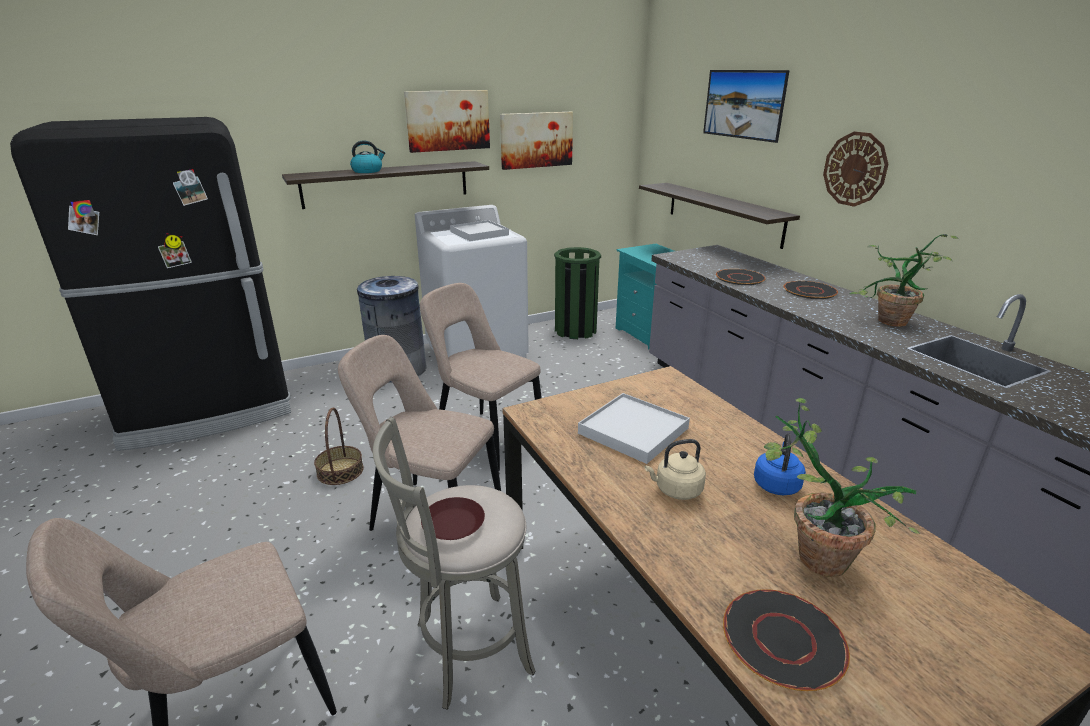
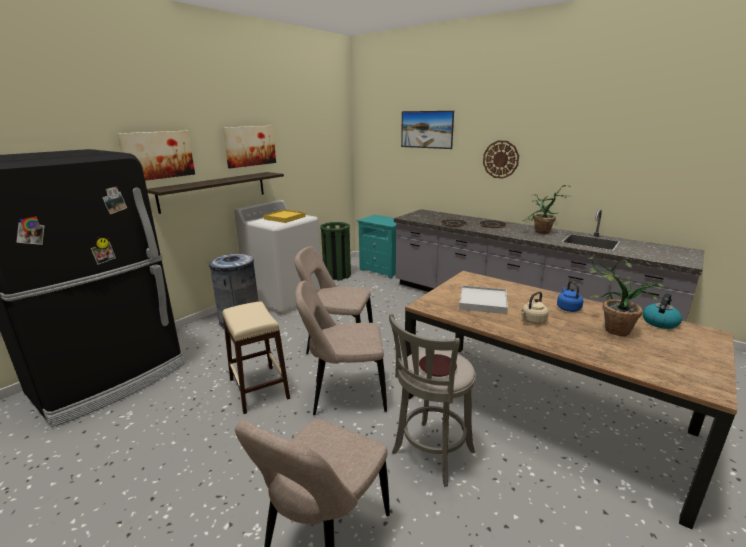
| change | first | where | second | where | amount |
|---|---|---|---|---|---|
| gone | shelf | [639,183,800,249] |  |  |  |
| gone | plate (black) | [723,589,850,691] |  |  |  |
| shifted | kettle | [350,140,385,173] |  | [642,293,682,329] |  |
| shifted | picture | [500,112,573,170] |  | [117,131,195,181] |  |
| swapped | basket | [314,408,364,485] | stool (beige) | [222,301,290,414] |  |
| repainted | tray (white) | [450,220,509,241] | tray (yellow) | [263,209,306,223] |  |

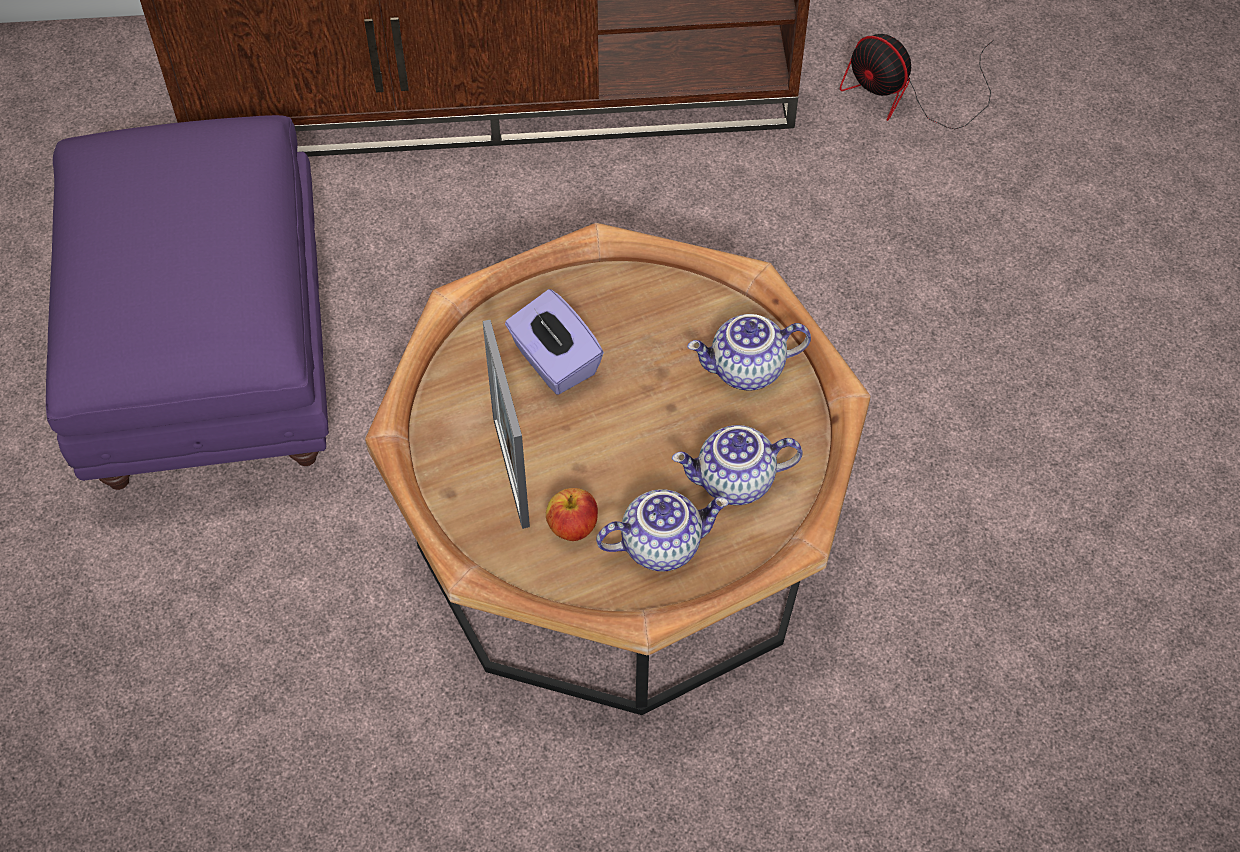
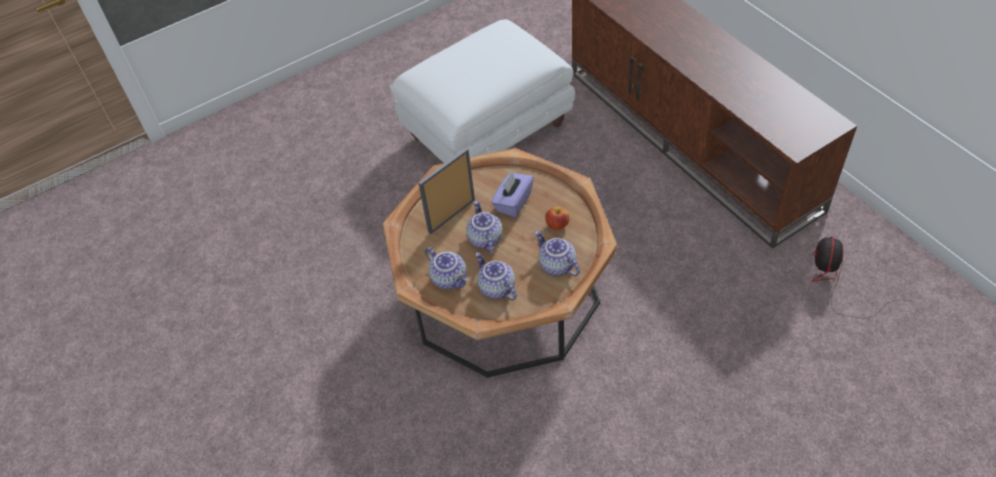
| change | first | where | second | where | amount |
|---|---|---|---|---|---|
| new |  |  | teapot | [466,201,503,254] |  |
| shifted | apple | [546,488,598,541] |  | [545,207,569,230] |  |
| repainted | ottoman (purple) | [46,115,329,490] | ottoman (white) | [390,19,575,163] |  |

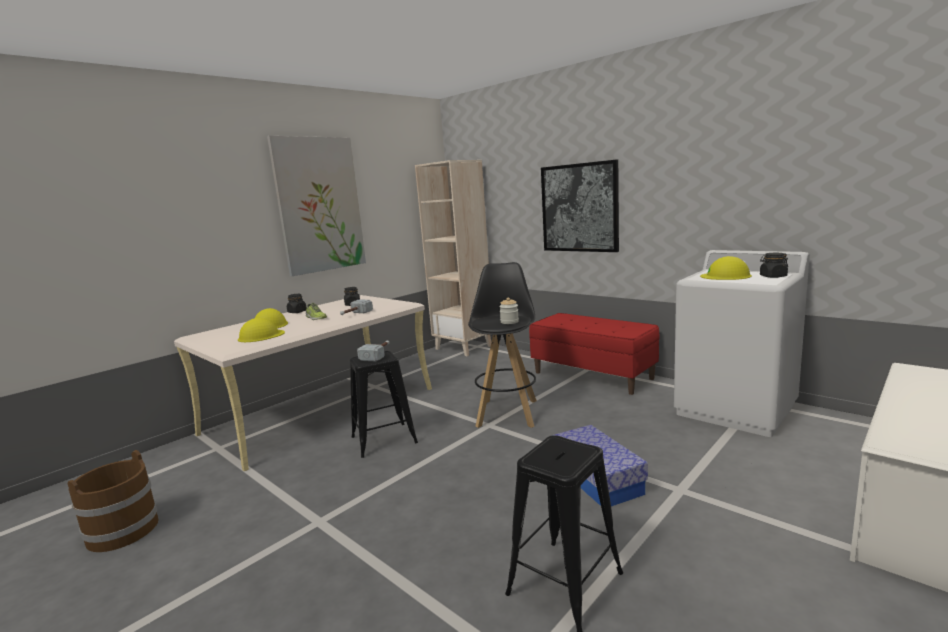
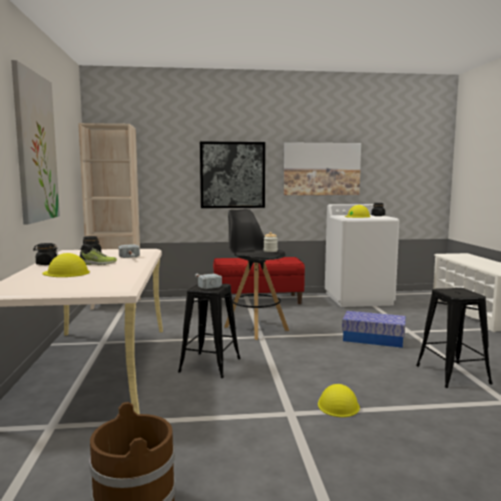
| change | first | where | second | where | amount |
|---|---|---|---|---|---|
| new |  |  | picture | [284,142,361,195] |  |
| shifted | hard hat (yellow) | [238,318,285,342] |  | [318,384,360,417] |  |

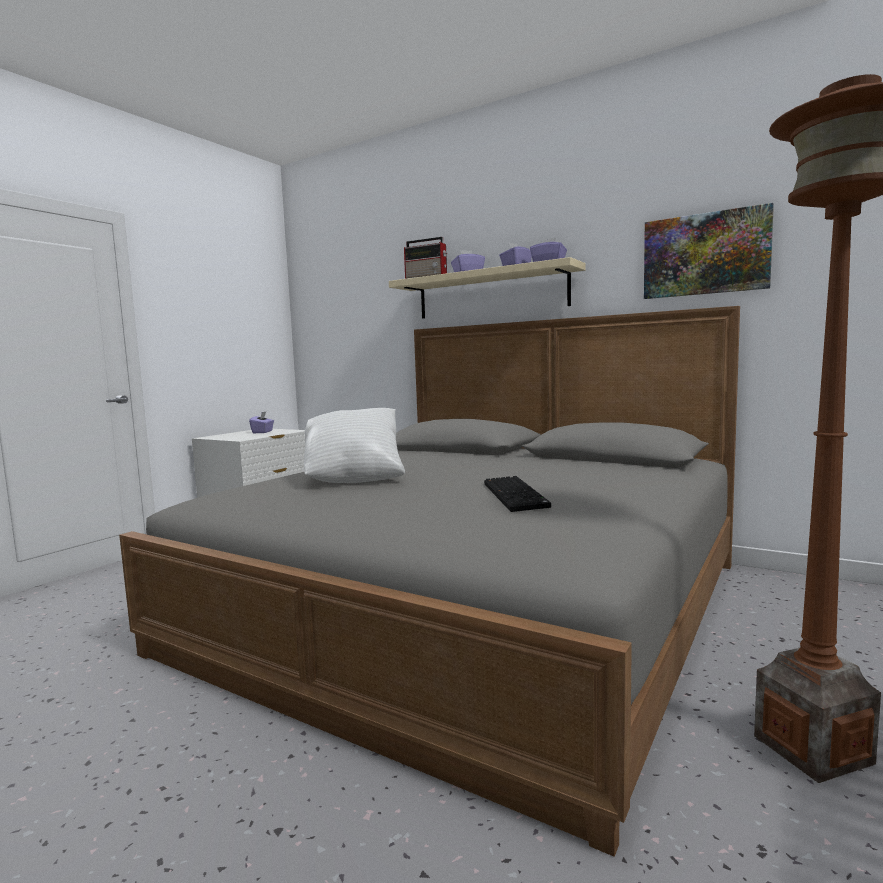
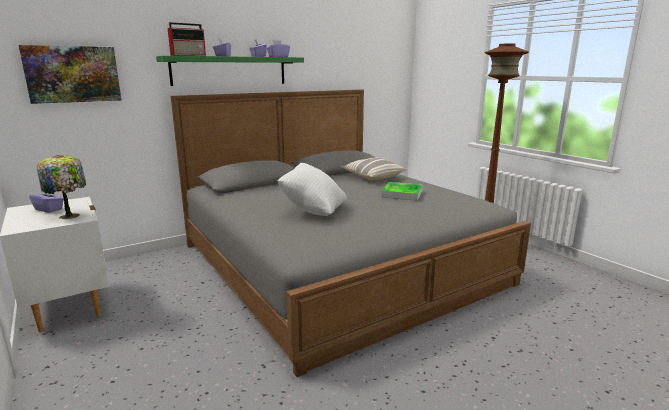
| change | first | where | second | where | amount |
|---|---|---|---|---|---|
| new |  |  | table lamp | [37,155,86,219] |  |
| new |  |  | pillow | [341,158,406,180] |  |
| shifted | picture | [644,203,774,299] |  | [19,45,122,104] |  |
| swapped | keyboard | [484,476,551,512] | tray | [382,182,423,201] |  |
| repainted | shelf (beige) | [389,257,586,319] | shelf (green) | [156,56,304,86] |  |

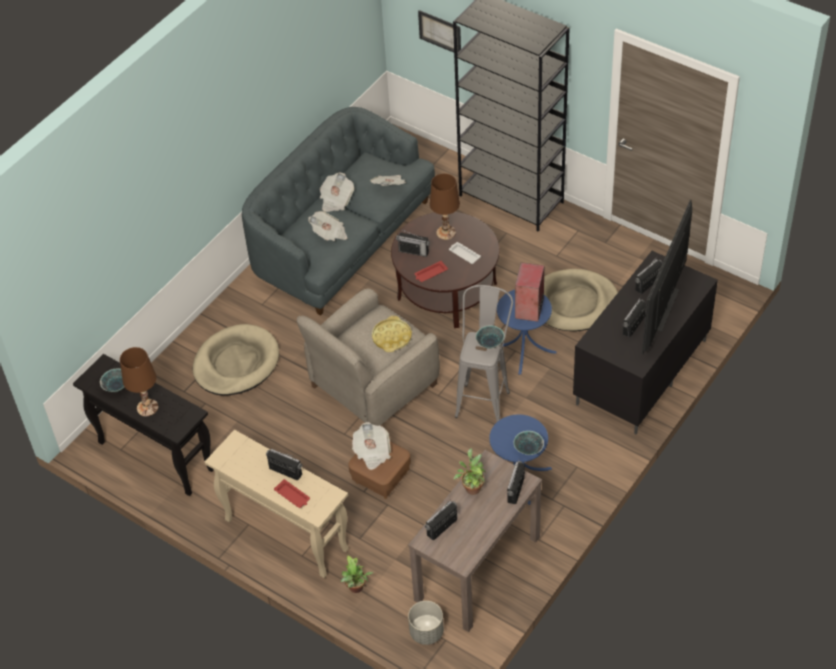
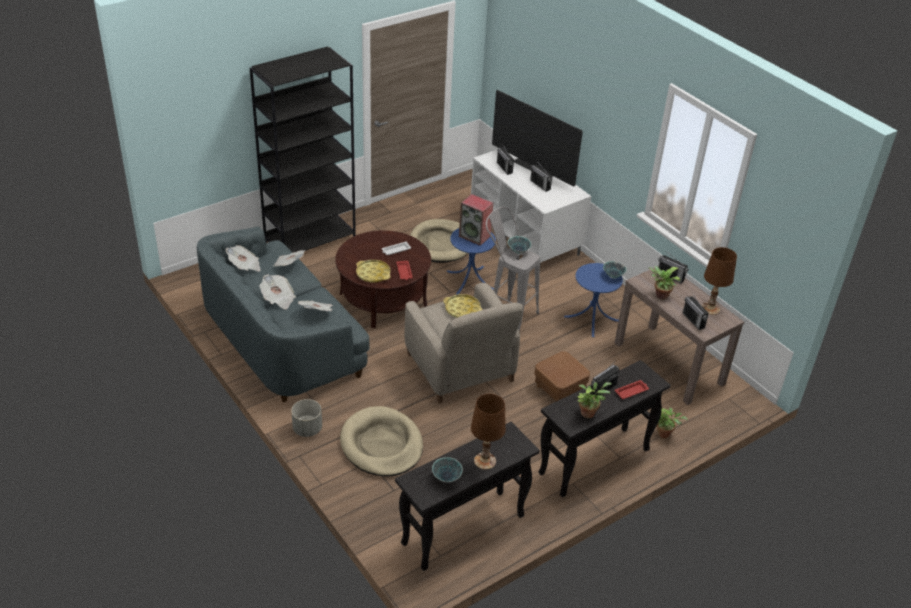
| change | first | where | second | where | amount |
|---|---|---|---|---|---|
| gone | picture | [418,10,461,53] |  |  |  |
| new |  |  | potted plant | [577,382,612,418] |  |
| shifted | newspaper | [352,422,391,470] |  | [226,245,261,271] |  |
| shifted | planter (grey) | [408,601,444,645] |  | [291,399,322,437] |  |
| shifted | table lamp (brown) | [430,174,460,240] |  | [702,247,737,315] |  |
| swapped | radio | [396,229,430,257] | tray (yellow) | [356,260,391,283] |  |
| repainted | console table (beige) | [205,430,349,578] | console table (black) | [538,360,671,497] |  |
| repainted | tv stand (black) | [573,251,718,434] | tv stand (white) | [471,150,591,264] |  |

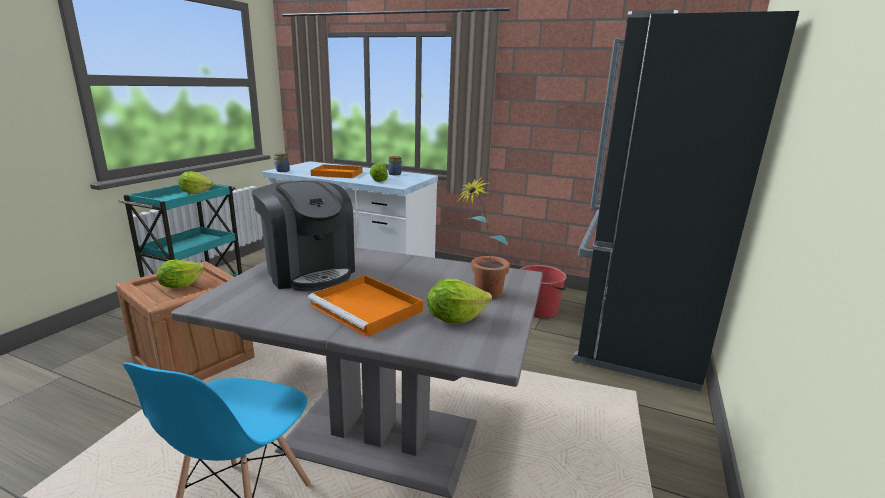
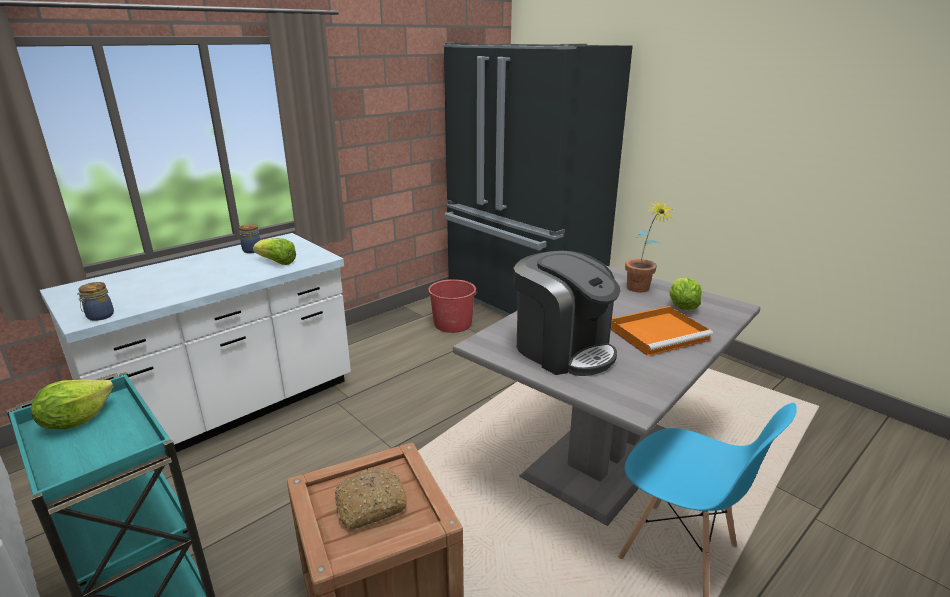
| change | first | where | second | where | amount |
|---|---|---|---|---|---|
| gone | tray (orange) | [311,164,363,178] |  |  |  |
| swapped | lettuce | [157,260,205,288] | bread | [335,466,407,530] |  |
| rotated | coffee machine | [252,180,355,291] |  | [513,251,620,376] | 60 degrees clockwise |

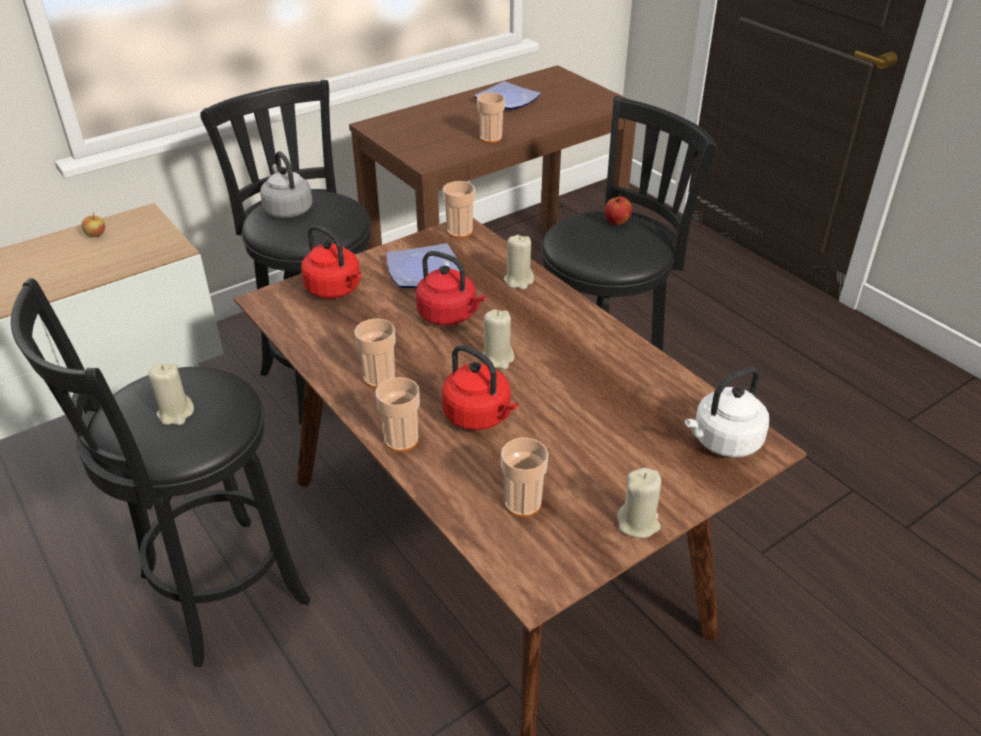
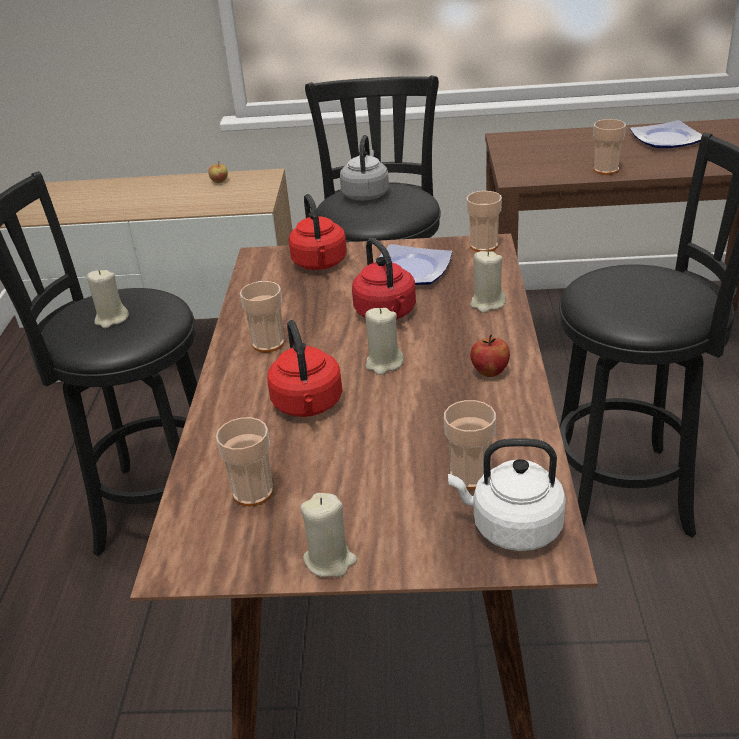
| change | first | where | second | where | amount |
|---|---|---|---|---|---|
| shifted | cup | [376,377,420,452] |  | [444,400,496,490] |  |
| shifted | apple | [604,194,632,225] |  | [470,334,510,377] |  |

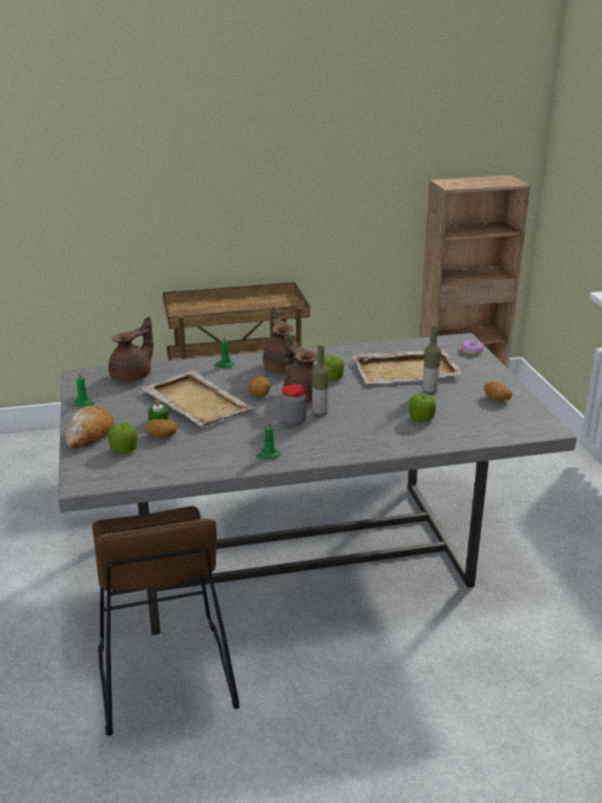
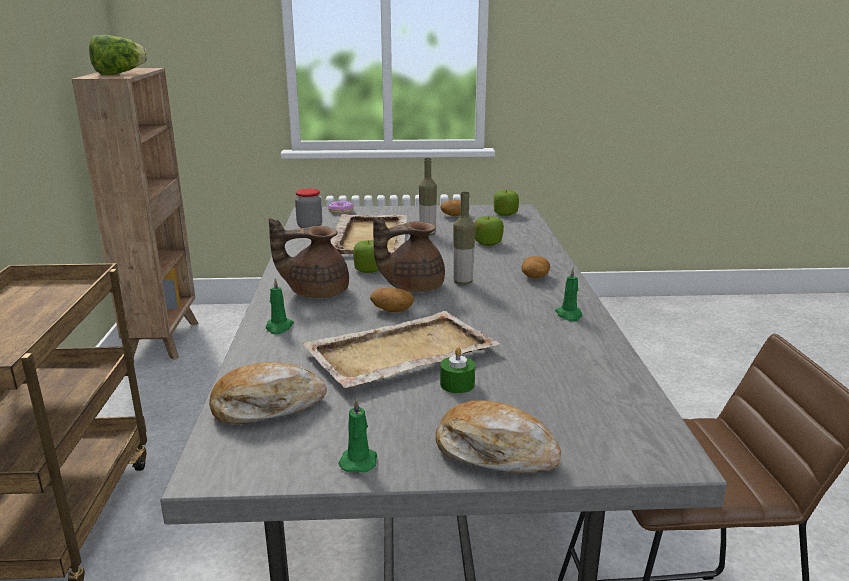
| change | first | where | second | where | amount |
|---|---|---|---|---|---|
| new |  |  | lettuce | [89,35,147,75] |  |
| shifted | apple | [108,423,138,453] |  | [494,190,519,216] |  |
| shifted | potato | [145,419,178,438] |  | [522,256,550,278] |  |
| shifted | jar | [281,384,307,426] |  | [295,188,322,228] |  |
| swapped | teapot (brown) | [108,316,154,382] | bread | [209,362,327,424] |  |

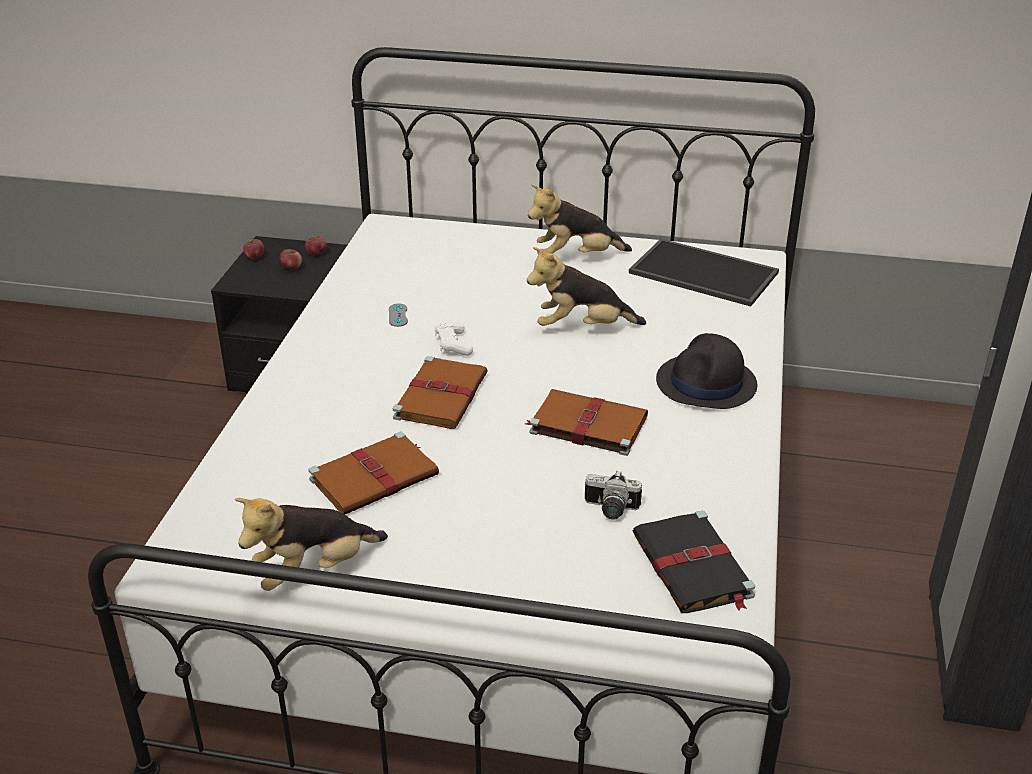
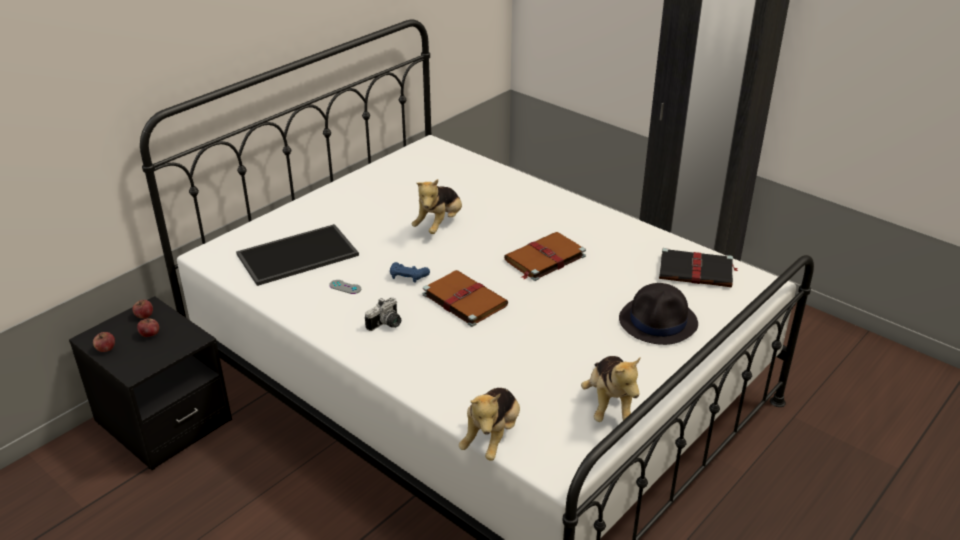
| change | first | where | second | where | amount |
|---|---|---|---|---|---|
| gone | book (brown) | [308,431,439,515] |  |  |  |
| shifted | plush toy | [528,185,632,255] |  | [459,388,520,461] |  |
| shifted | photo camera | [585,471,642,520] |  | [365,297,401,331] |  |
| shifted | tray | [629,239,779,307] |  | [236,224,359,286] |  |
| shifted | hat (black) | [656,333,757,409] |  | [619,283,698,345] |  |
| repainted | game controller (white) | [434,322,473,356] | game controller (blue) | [390,262,430,283] |  |

